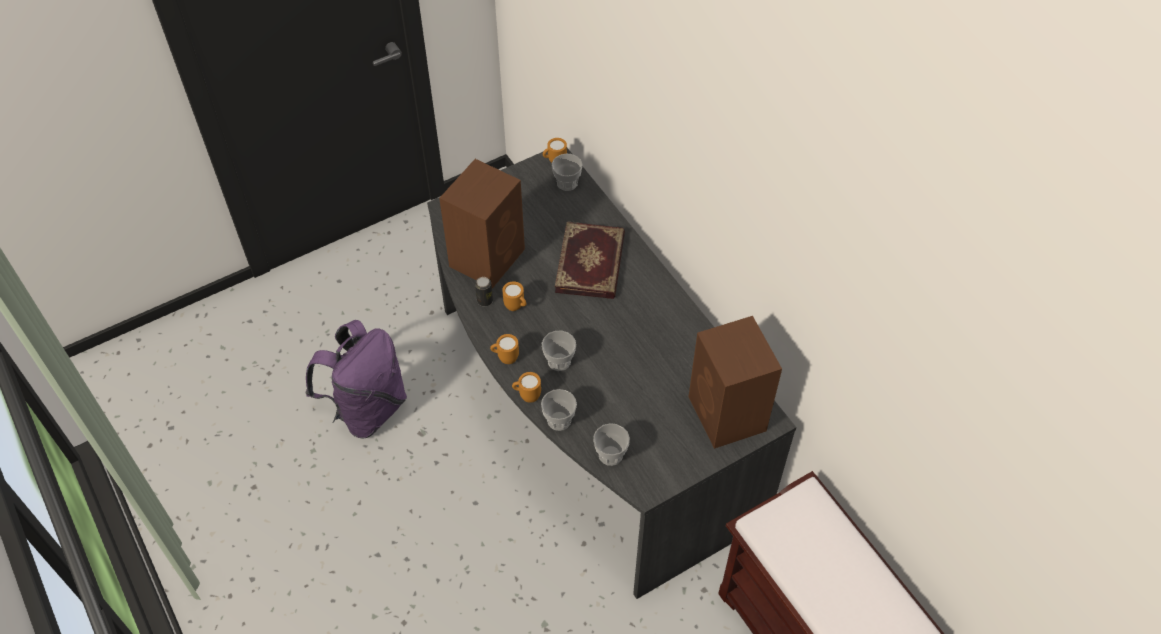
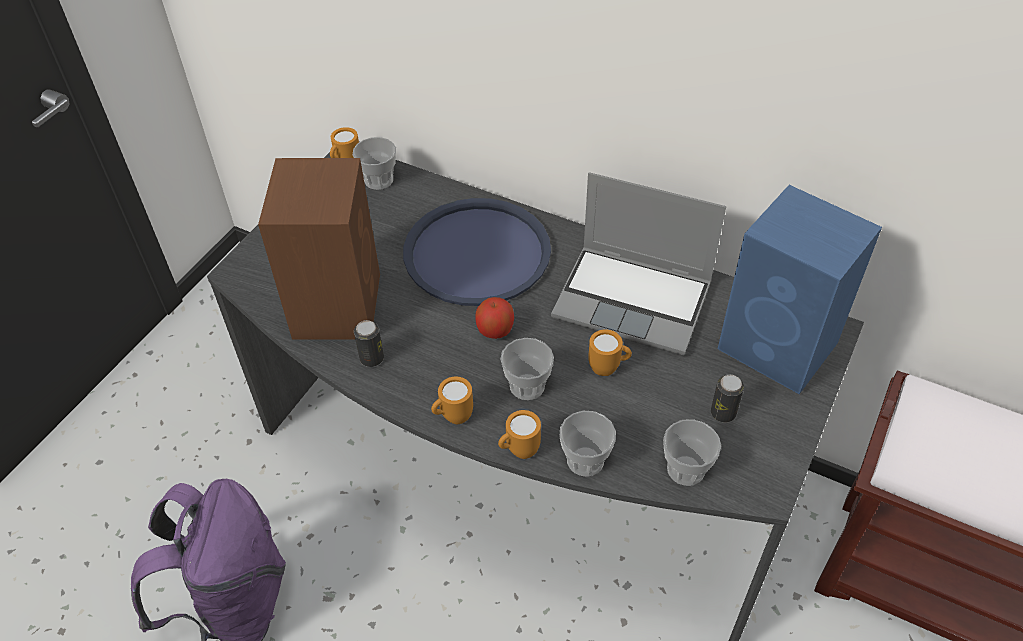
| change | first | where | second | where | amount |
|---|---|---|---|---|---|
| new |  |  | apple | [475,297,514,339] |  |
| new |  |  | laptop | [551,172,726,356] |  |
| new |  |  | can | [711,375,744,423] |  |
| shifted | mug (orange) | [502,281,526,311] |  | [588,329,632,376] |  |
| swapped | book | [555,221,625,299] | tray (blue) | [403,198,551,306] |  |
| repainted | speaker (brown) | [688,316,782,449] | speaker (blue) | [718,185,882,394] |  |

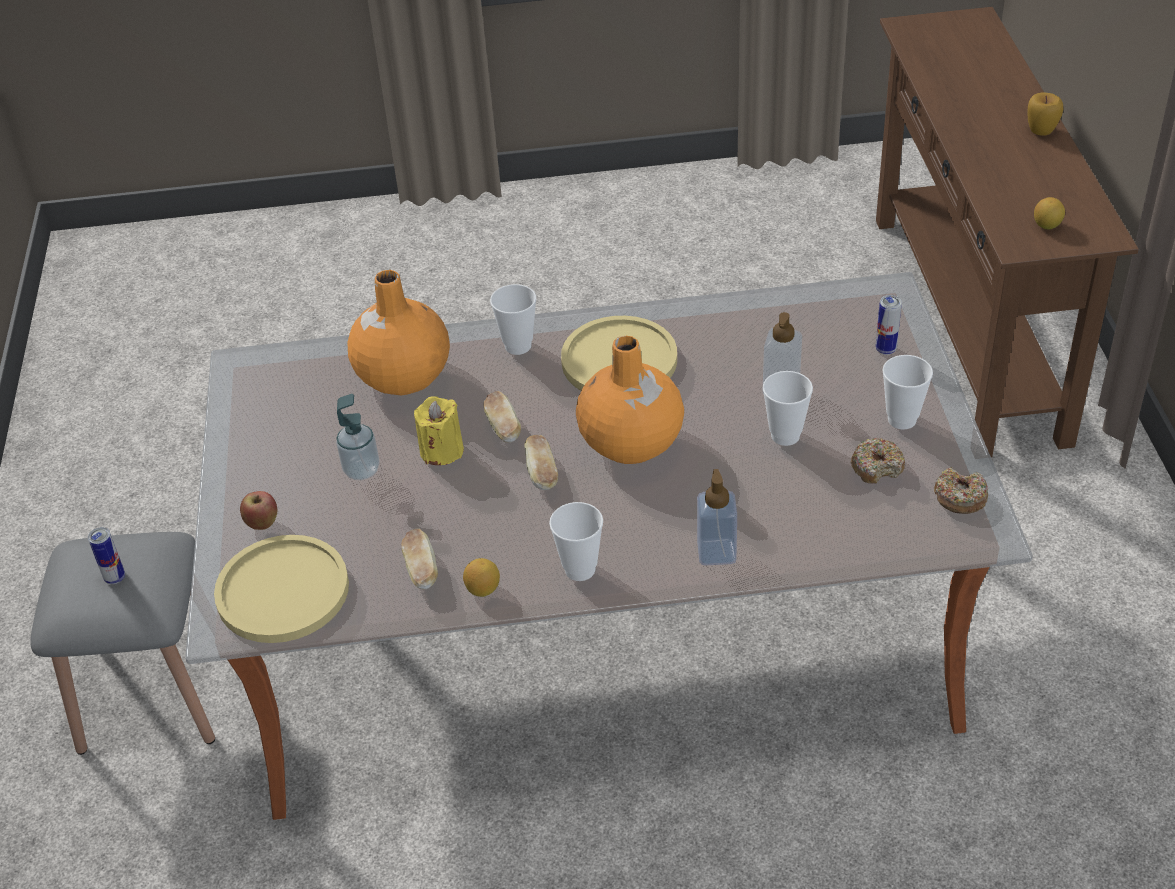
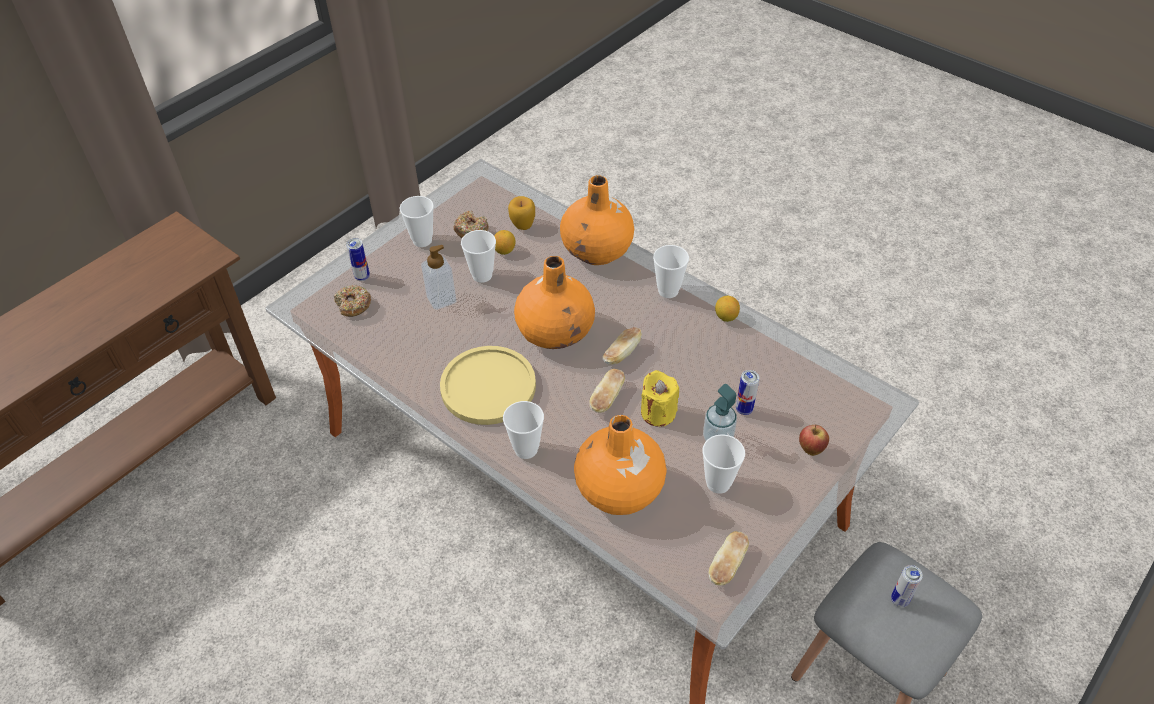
| change | first | where | second | where | amount |
|---|---|---|---|---|---|
| gone | plate (yellow) | [214,535,349,643] |  |  |  |
| new |  |  | cup | [702,434,745,494] |  |
| new |  |  | can | [736,370,759,415] |  |
| shifted | bread | [401,529,438,590] |  | [708,531,749,586] |  |
| shifted | donut | [934,467,988,514] |  | [334,285,371,317] |  |
| shifted | apple | [1027,92,1063,136] |  | [508,196,535,230] |  |
| shifted | lemon | [1034,197,1065,229] |  | [494,230,515,255] |  |
| swapped | soap dispenser | [697,469,737,566] | vase (orange) | [560,175,634,265] |  |

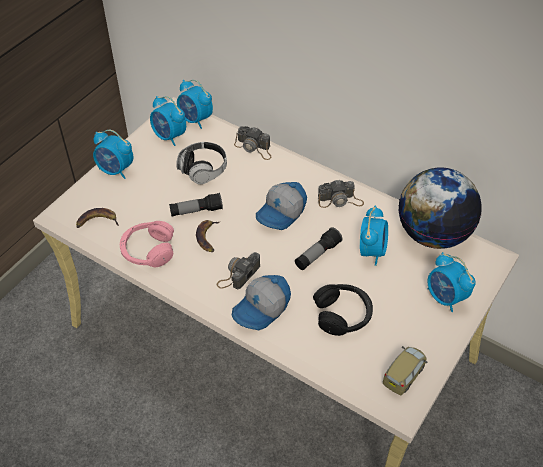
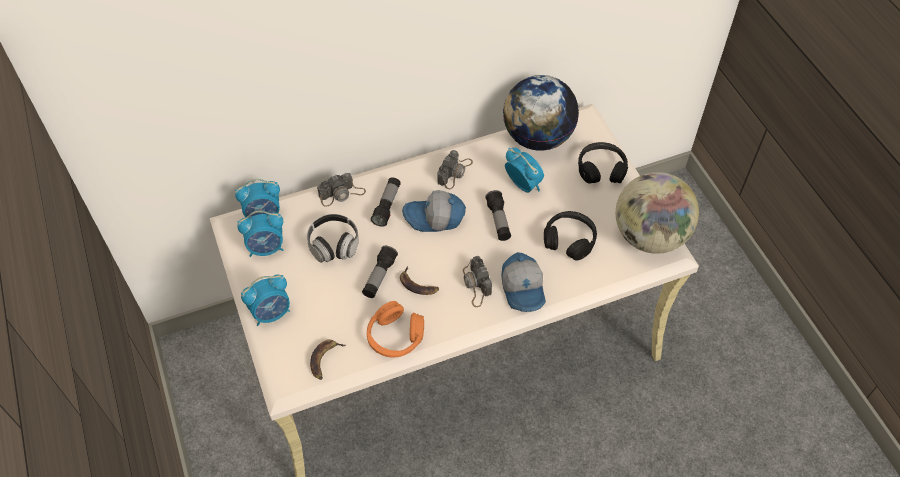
| change | first | where | second | where | amount |
|---|---|---|---|---|---|
| new |  |  | flashlight | [371,177,401,227] |  |
| swapped | toy car | [383,346,427,395] | globe | [616,172,699,254] |  |
| swapped | alarm clock | [427,252,476,312] | headphones (black) | [578,142,628,184] |  |
| repainted | headphones (pink) | [120,221,174,267] | headphones (orange) | [367,301,424,358] |  |
| rotated | cap | [256,182,307,230] |  | [402,190,466,232] | 105 degrees clockwise |

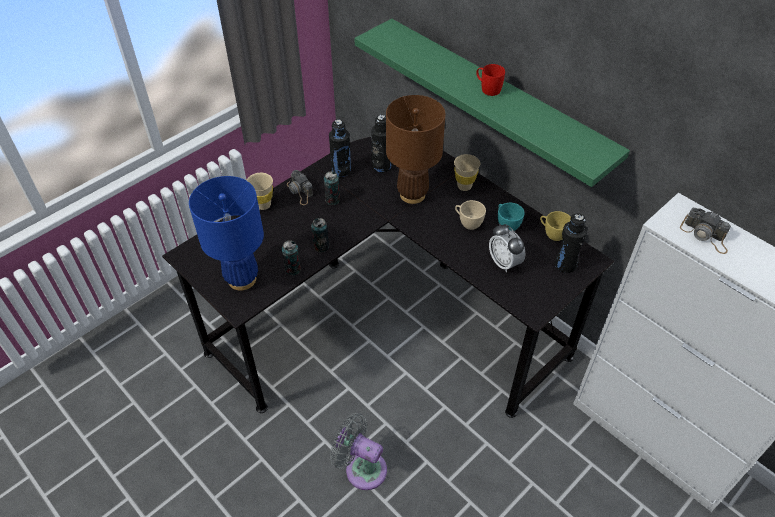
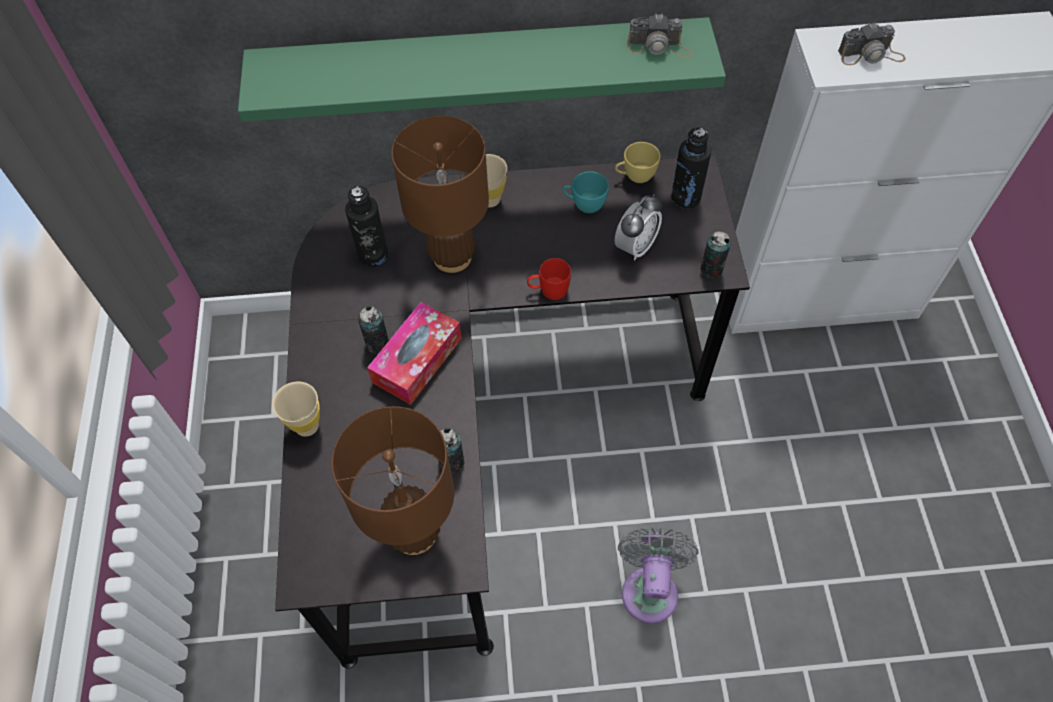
| change | first | where | second | where | amount |
|---|---|---|---|---|---|
| gone | bottle (black) | [329,120,351,177] |  |  |  |
| gone | cup (beige) | [455,200,486,230] |  |  |  |
| new |  |  | tissue box | [367,302,462,405] |  |
| shifted | photo camera | [287,170,313,205] |  | [627,14,692,58] |  |
| shifted | can | [311,218,329,252] |  | [701,231,731,278] |  |
| shifted | mug (red) | [476,64,505,96] |  | [527,258,571,300] |  |
| repainted | table lamp (blue) | [189,176,264,291] | table lamp (brown) | [332,406,454,555] |  |
| rotated | fan (grey) | [330,413,387,490] |  | [618,528,699,623] | 120 degrees clockwise |
| rotated | alarm clock | [489,224,525,273] |  | [615,194,662,261] | 60 degrees counterclockwise |

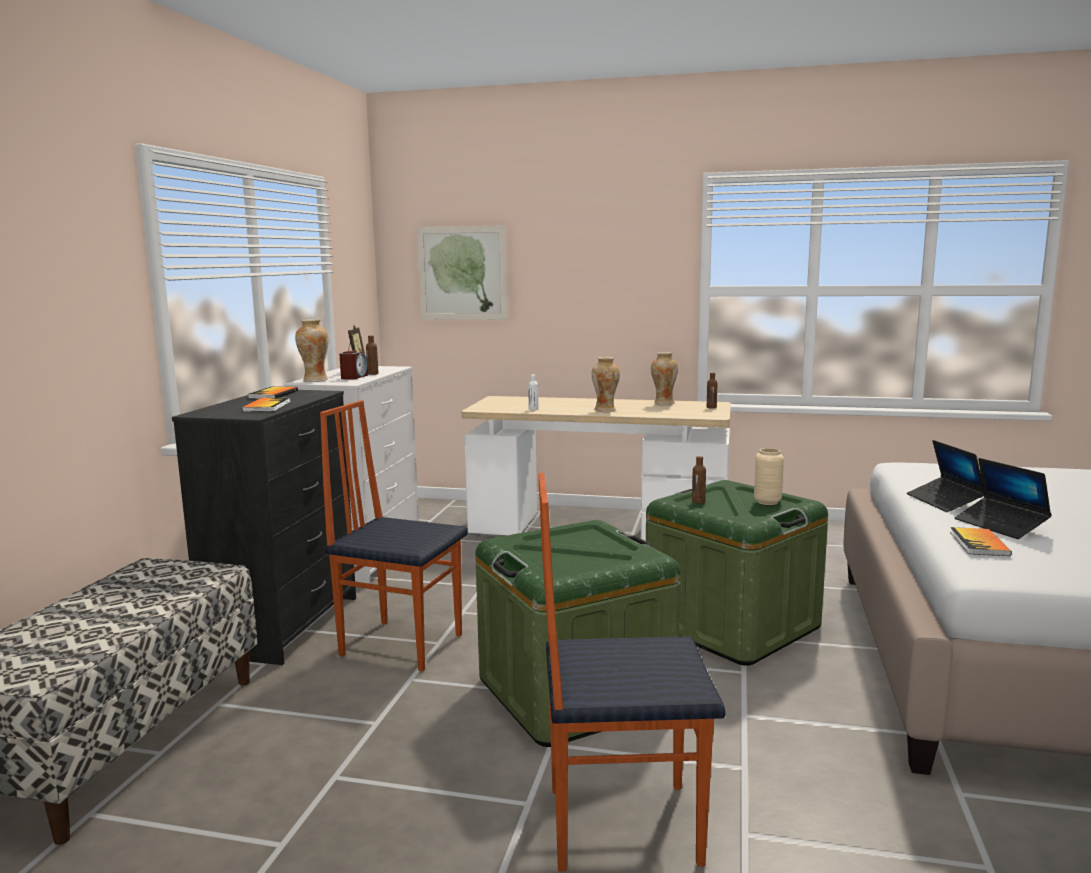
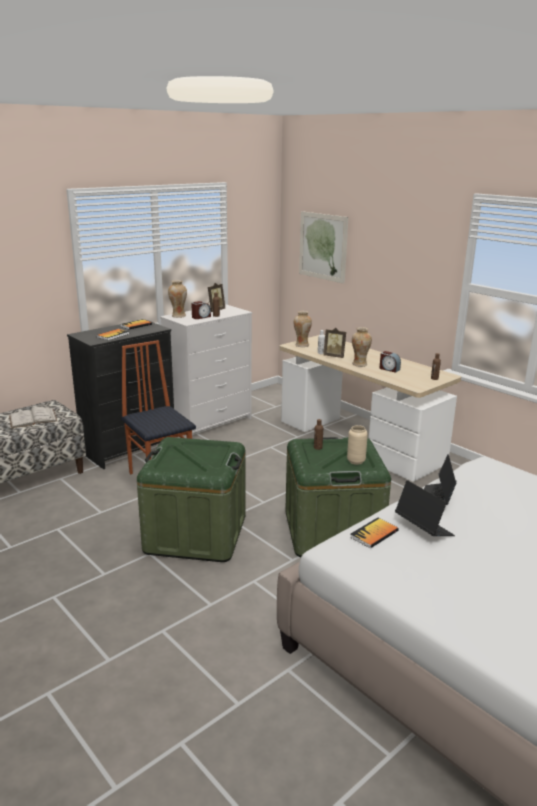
| change | first | where | second | where | amount |
|---|---|---|---|---|---|
| gone | chair | [538,472,726,871] |  |  |  |
| new |  |  | book (white) | [9,407,57,428] |  |
| new |  |  | picture frame | [323,328,346,358] |  |
| new |  |  | alarm clock | [380,351,401,373] |  |
| shifted | vase | [651,352,678,405] |  | [294,311,312,347] |  |
| rotated | laptop | [955,458,1052,539] |  | [395,480,455,536] | 135 degrees clockwise |

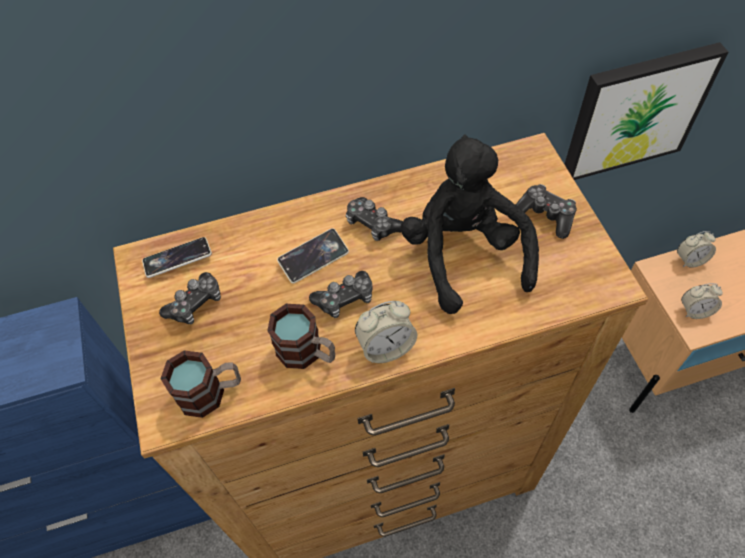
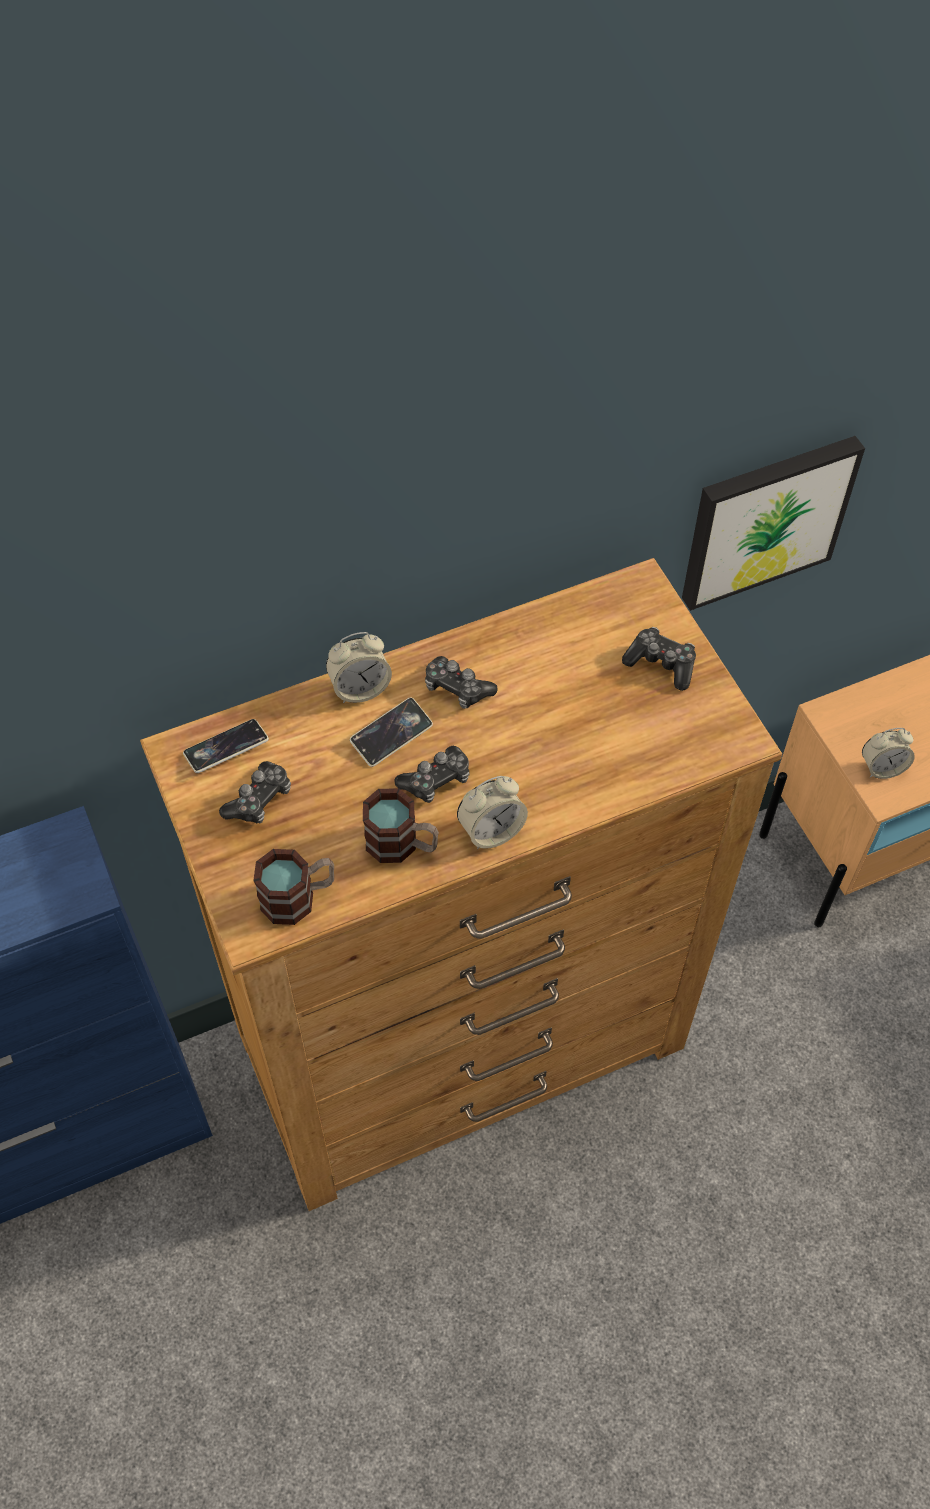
| change | first | where | second | where | amount |
|---|---|---|---|---|---|
| gone | plush toy (black) | [400,134,539,314] |  |  |  |
| shifted | alarm clock | [677,231,716,268] |  | [326,632,392,703] |  |

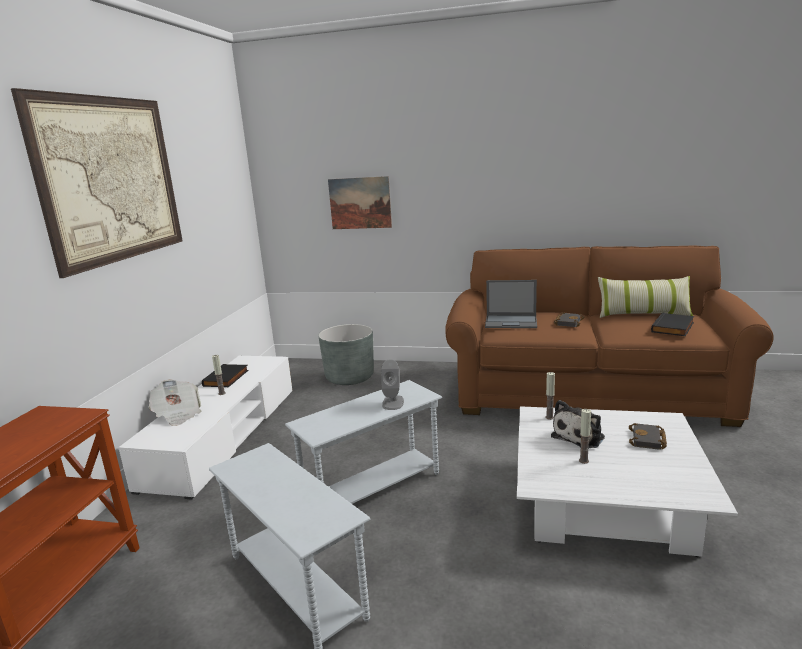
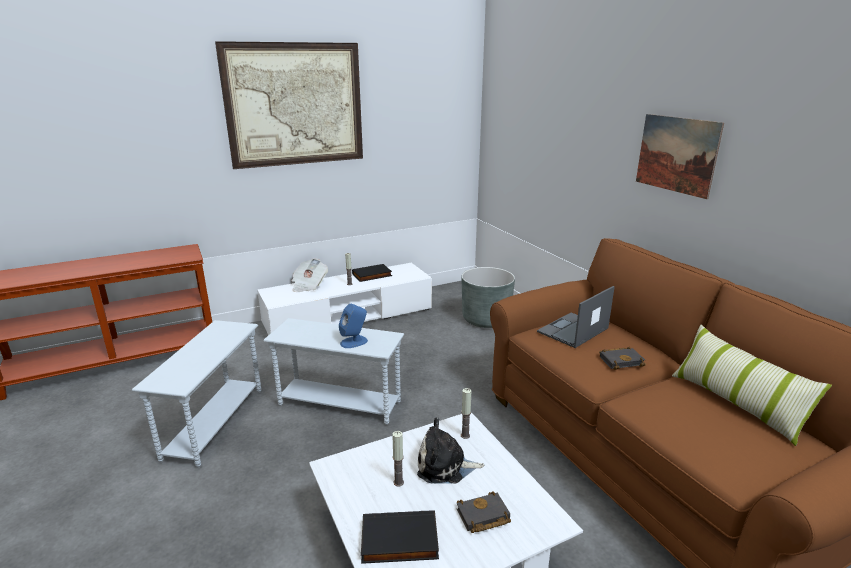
| change | first | where | second | where | amount |
|---|---|---|---|---|---|
| shifted | picture | [328,176,392,229] |  | [636,114,724,199] |  |
| shifted | book (black) | [651,312,694,336] |  | [361,510,439,564] |  |
| repainted | speaker (grey) | [381,359,404,410] | speaker (blue) | [339,304,368,348] |  |
| rotated | laptop | [485,280,537,328] |  | [537,286,615,348] | 75 degrees clockwise |

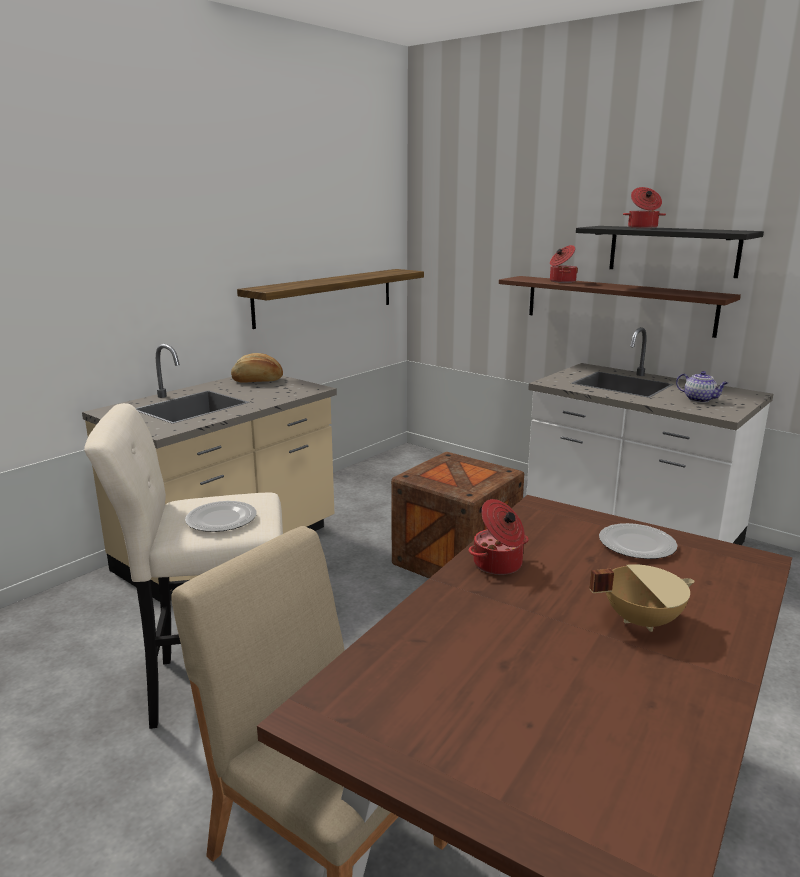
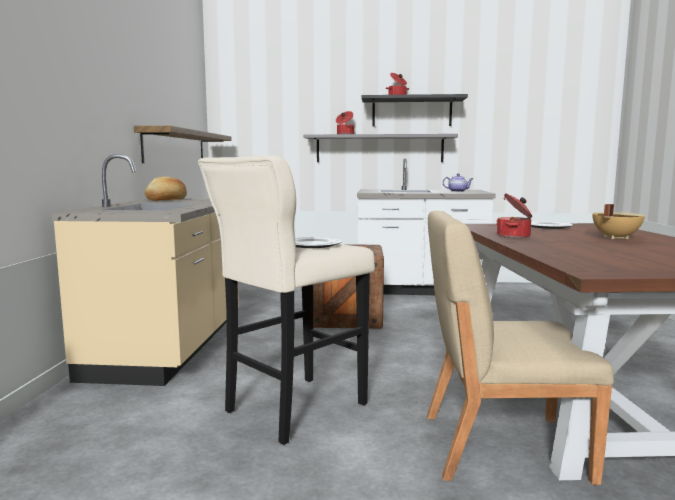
| change | first | where | second | where | amount |
|---|---|---|---|---|---|
| repainted | shelf (brown) | [499,276,741,338] | shelf (grey) | [303,134,458,162] |  |

